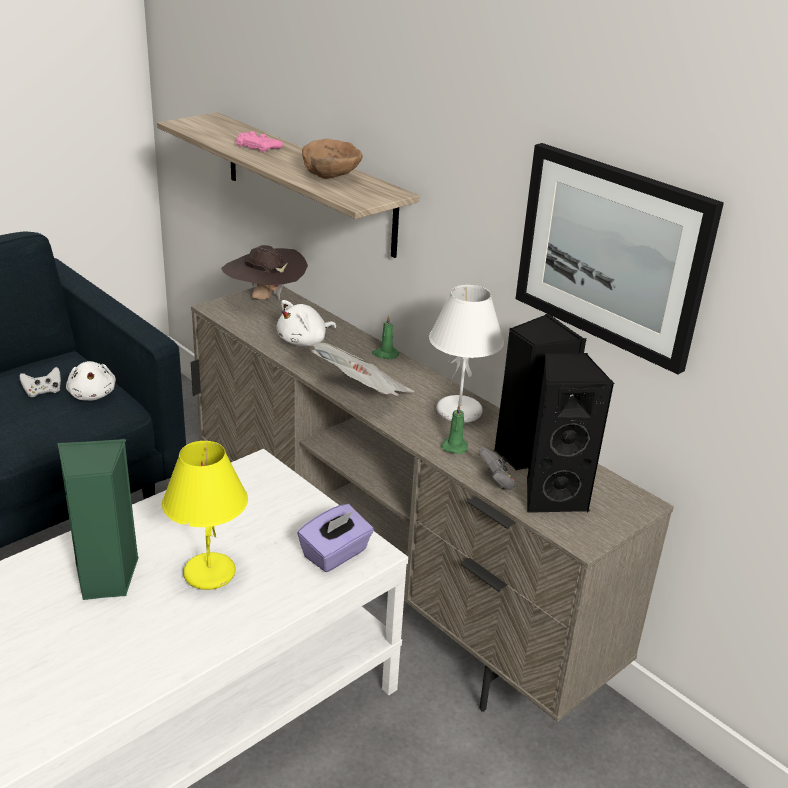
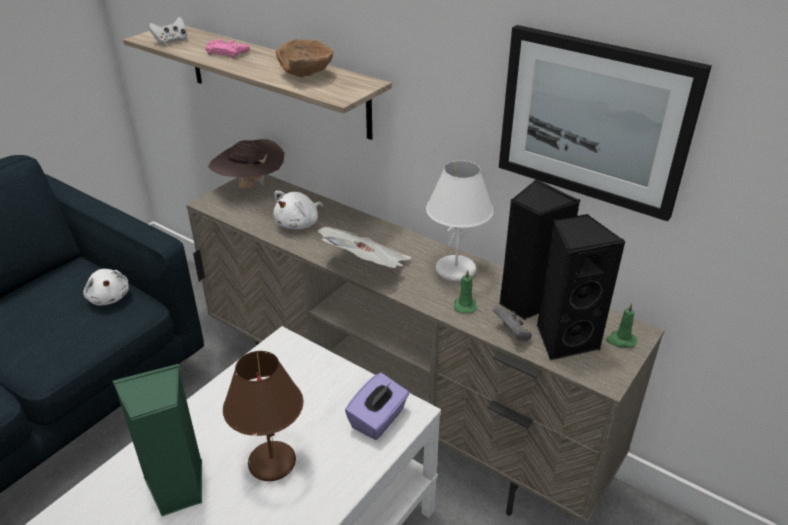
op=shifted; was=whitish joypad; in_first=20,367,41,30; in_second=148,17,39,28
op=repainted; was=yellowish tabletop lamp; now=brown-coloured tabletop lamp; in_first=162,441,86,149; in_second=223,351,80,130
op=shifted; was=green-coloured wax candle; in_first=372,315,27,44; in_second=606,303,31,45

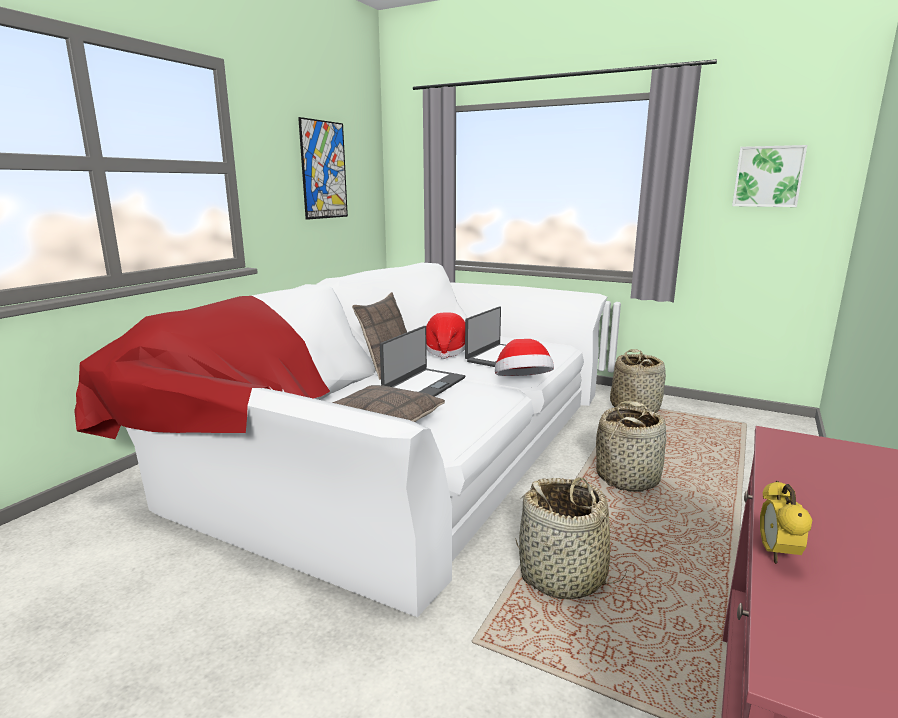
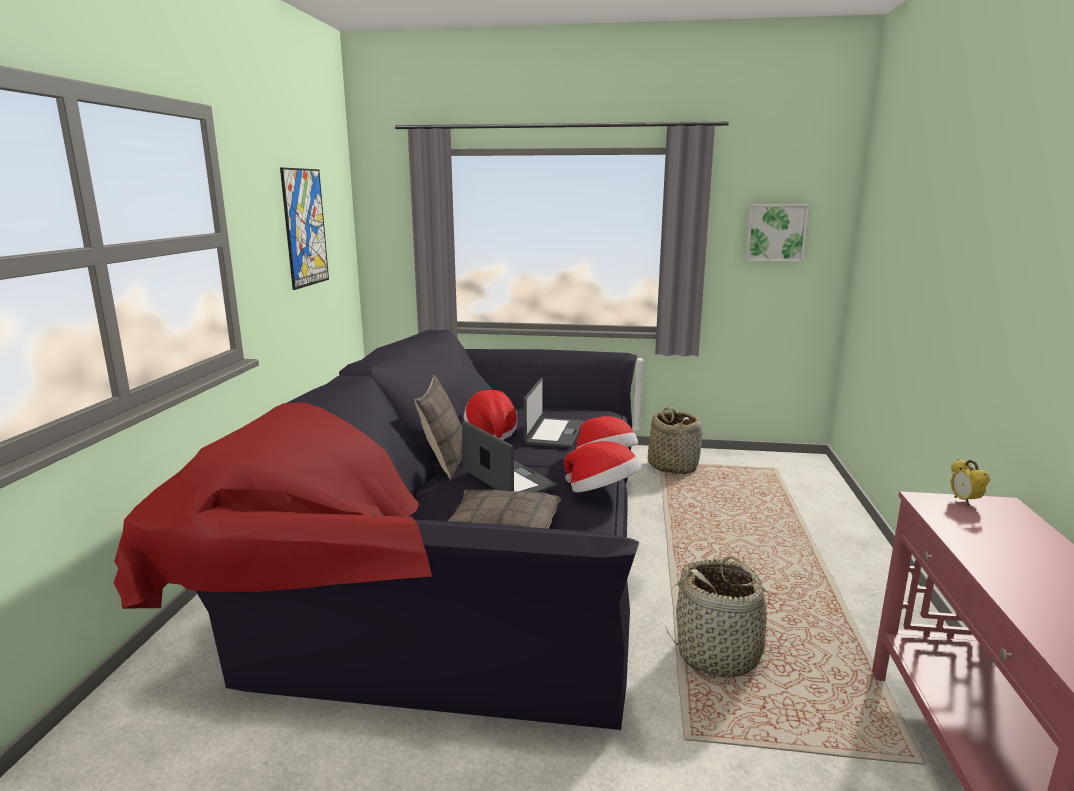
op=repainted; was=whitish sofa; now=blackish sofa; in_first=74,262,533,355; in_second=114,330,525,400
op=rotated; was=portable computer; in_first=380,326,85,71; in_second=462,421,96,71; clockwise=-45
op=gone; was=basket; in_first=596,401,70,91
op=shifted; was=alarm clock; in_first=760,481,52,83; in_second=951,460,39,46
op=new; now=hat; in_second=564,441,77,52

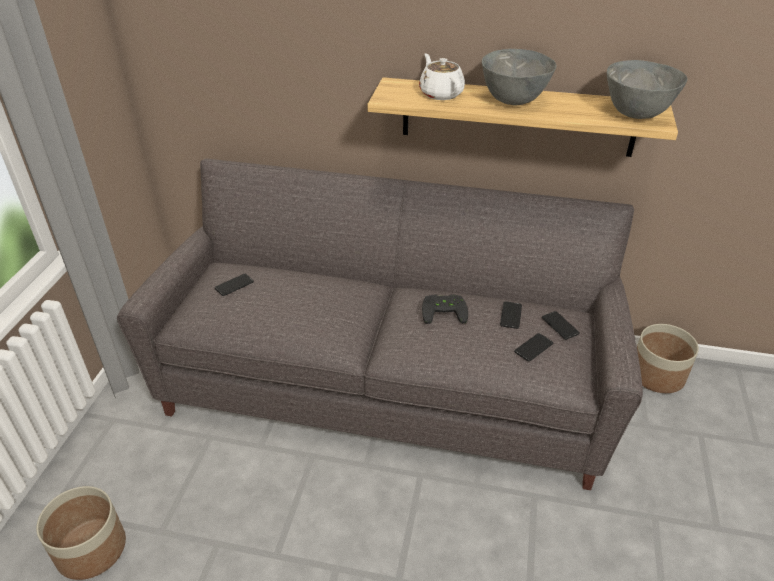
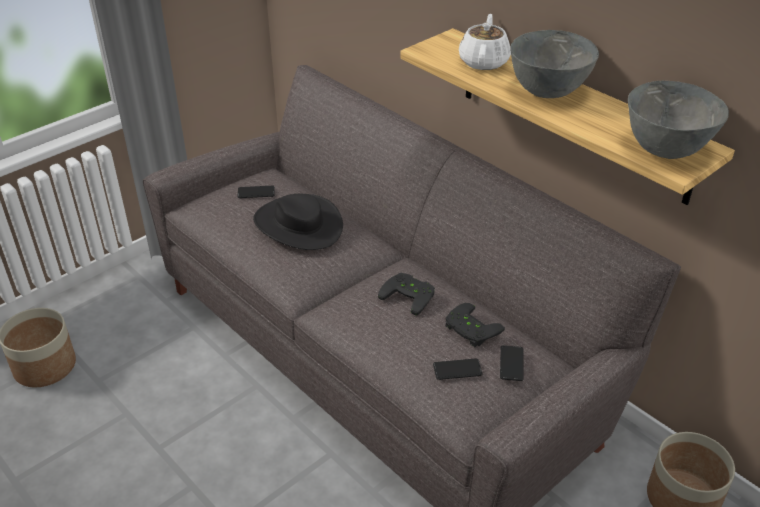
op=swapped; was=telephone; now=blackish joypad; in_first=500,302,22,27; in_second=445,303,60,44
op=new; now=blackish hat; in_second=253,194,90,56

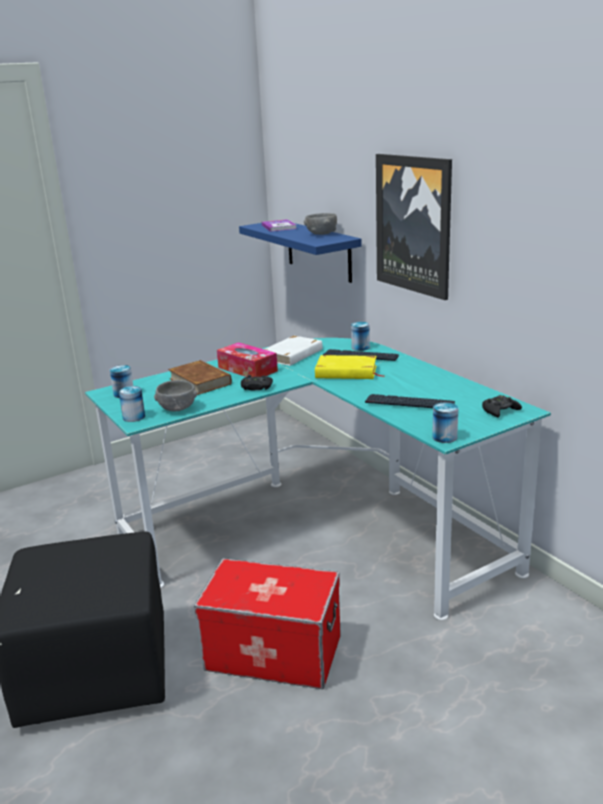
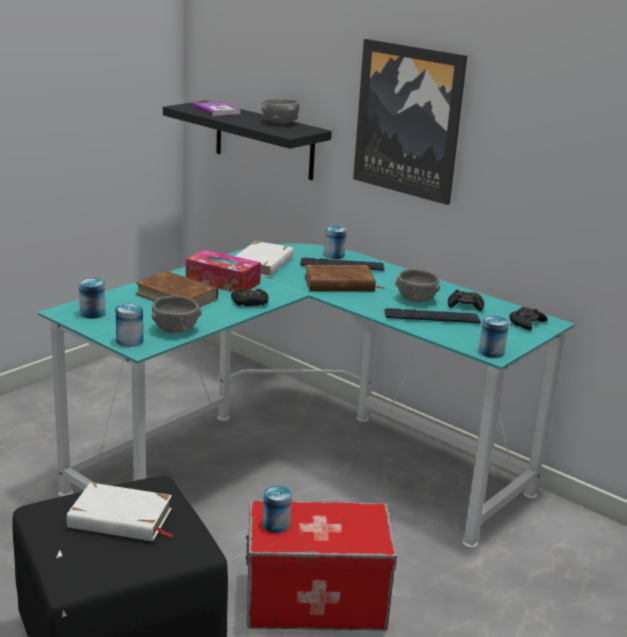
op=repainted; was=blue shelf; now=blackish shelf; in_first=239,223,123,60; in_second=163,100,169,80
op=repainted; was=yellowish book; now=brown-coloured book; in_first=315,355,69,24; in_second=304,265,81,26
op=new; now=whitish book; in_second=67,482,106,59
op=new; now=metal can; in_second=262,486,30,47
op=new; now=greyish deep dish; in_second=395,269,45,33
op=new; now=blackish joypad; in_second=448,289,36,22

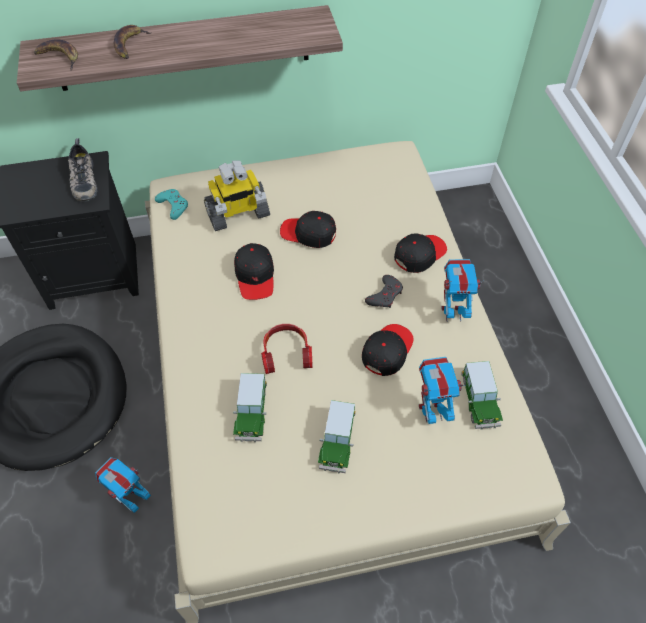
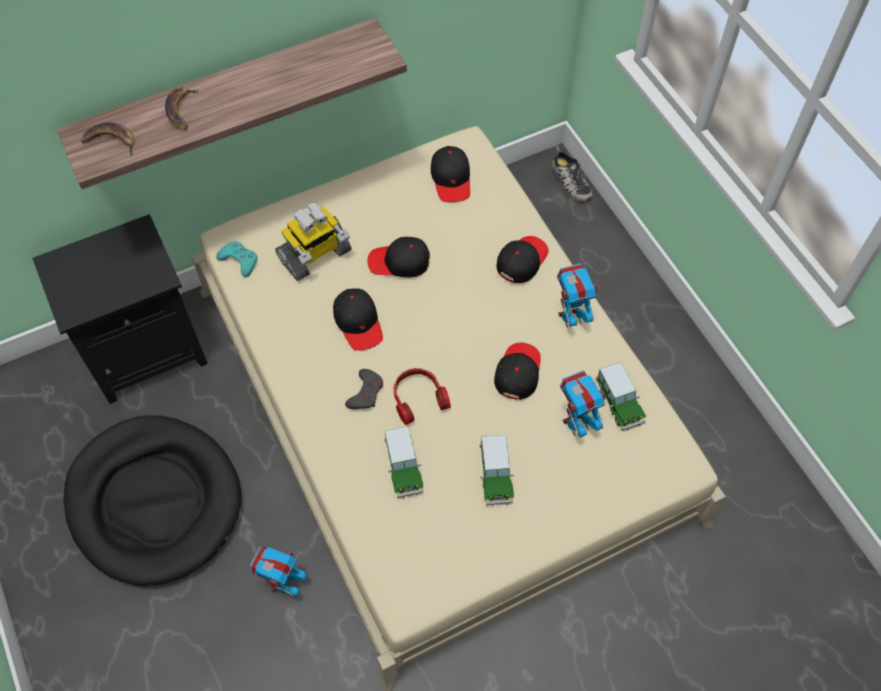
op=shifted; was=low shoe; in_first=68,138,30,64; in_second=551,146,42,57
op=shifted; was=greyish joypad; in_first=365,275,38,33; in_second=345,369,38,40
op=new; now=blackish peaked cap; in_second=431,146,39,56

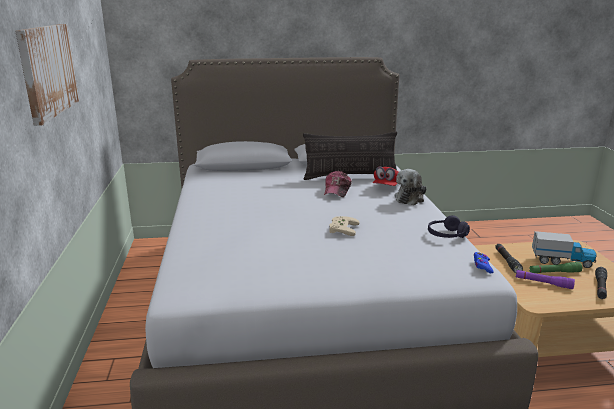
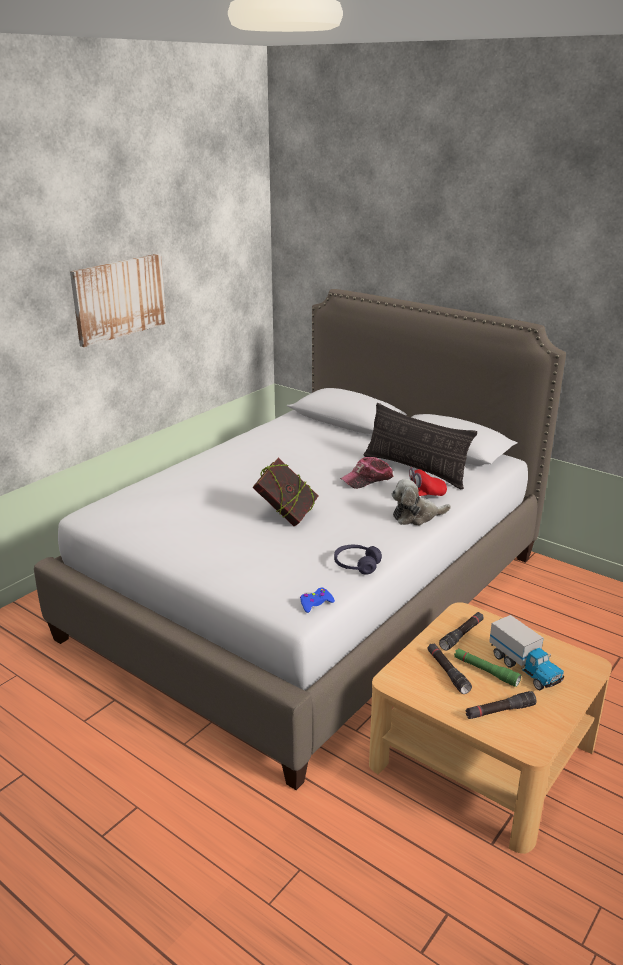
op=swapped; was=sand-coloured joypad; now=book; in_first=329,216,31,20; in_second=252,458,66,68
op=repainted; was=purple-coloured hand torch; now=blackish hand torch; in_first=516,270,59,19; in_second=427,643,45,51

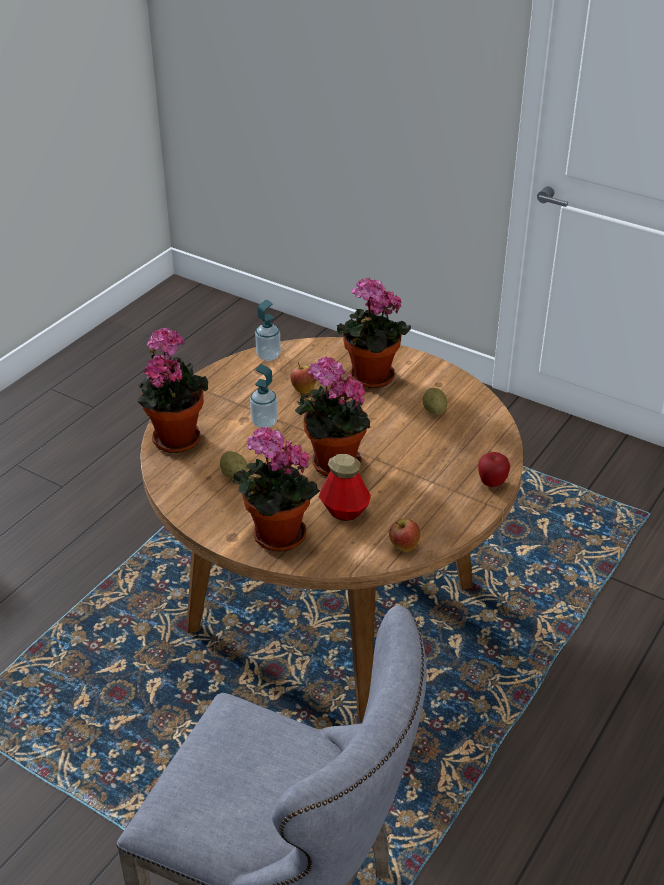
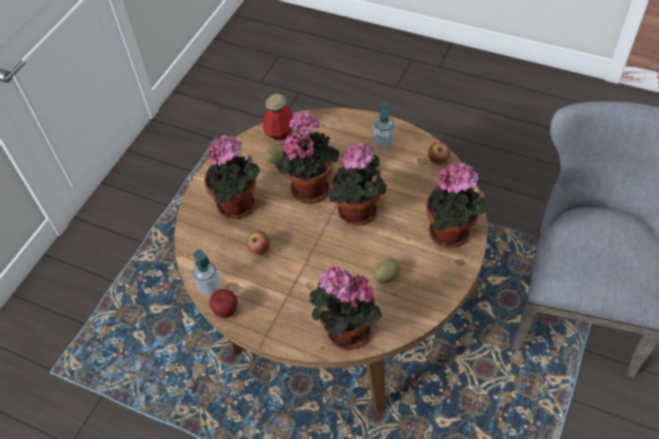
op=shifted; was=soap dispenser; in_first=250,364,28,65; in_second=374,102,21,45
op=shifted; was=drink bottle; in_first=319,454,52,67; in_second=262,94,31,46
op=shifted; was=apple fruit; in_first=478,452,32,35; in_second=209,289,29,29
op=new; now=houseplant; in_second=275,110,64,94

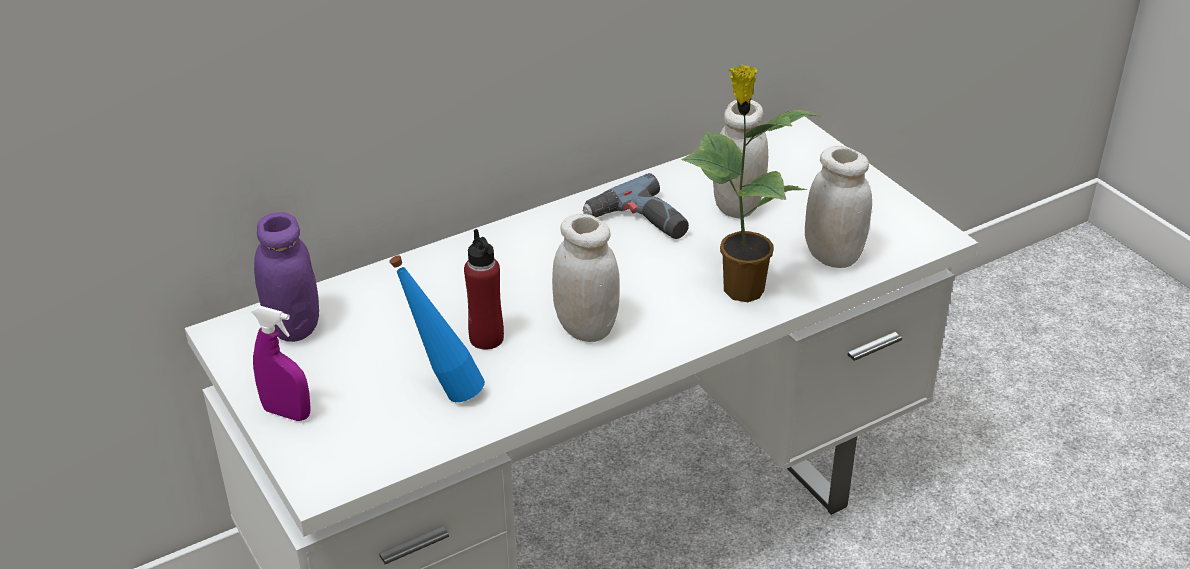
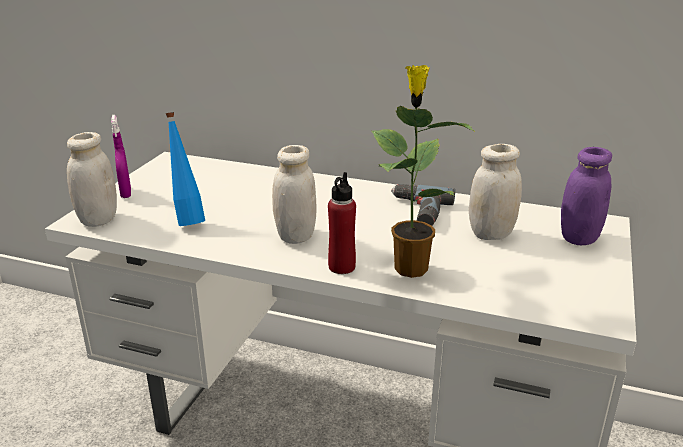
op=shifted; was=purple-coloured preserve jar; in_first=254,212,65,130; in_second=561,147,51,98
op=shifted; was=reddish drink bottle; in_first=464,229,40,121; in_second=328,172,28,102
op=shifted; was=whitish preserve jar; in_first=805,146,67,122; in_second=67,132,50,95

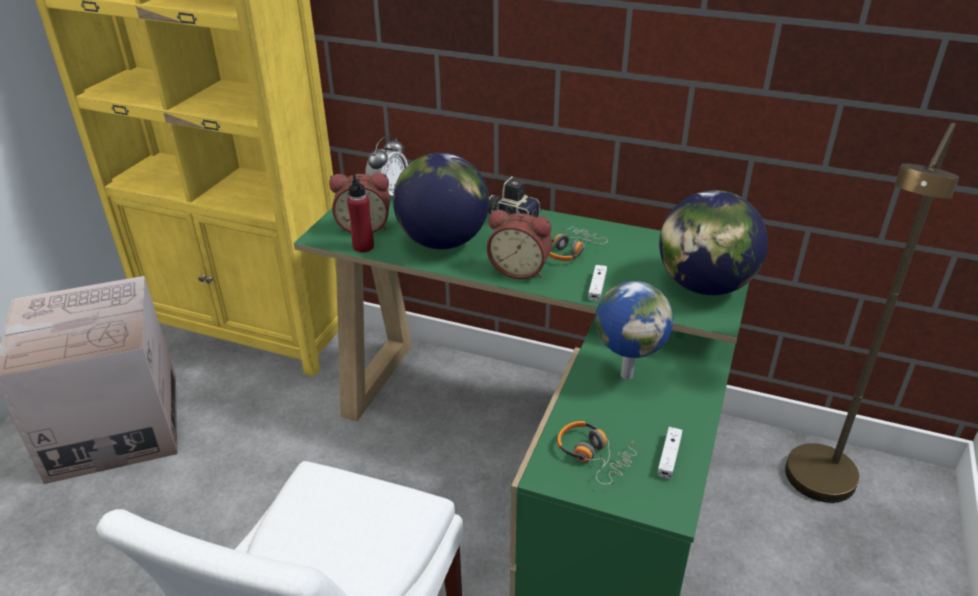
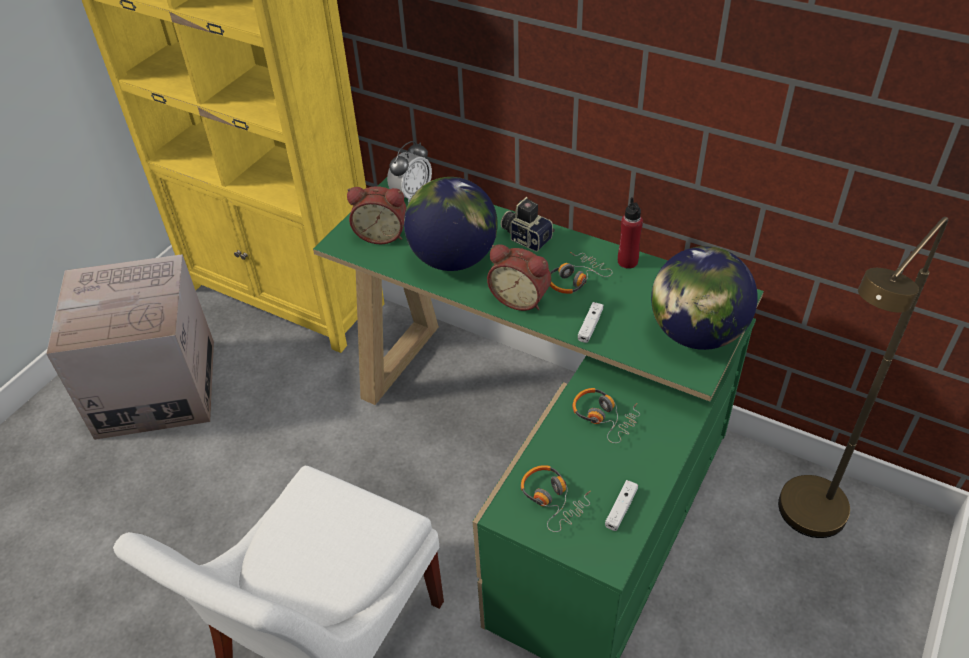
op=shifted; was=reddish drink bottle; in_first=347,174,27,79; in_second=618,197,25,72
op=swapped; was=globe; now=pair of headphones; in_first=595,281,79,99; in_second=573,388,67,55

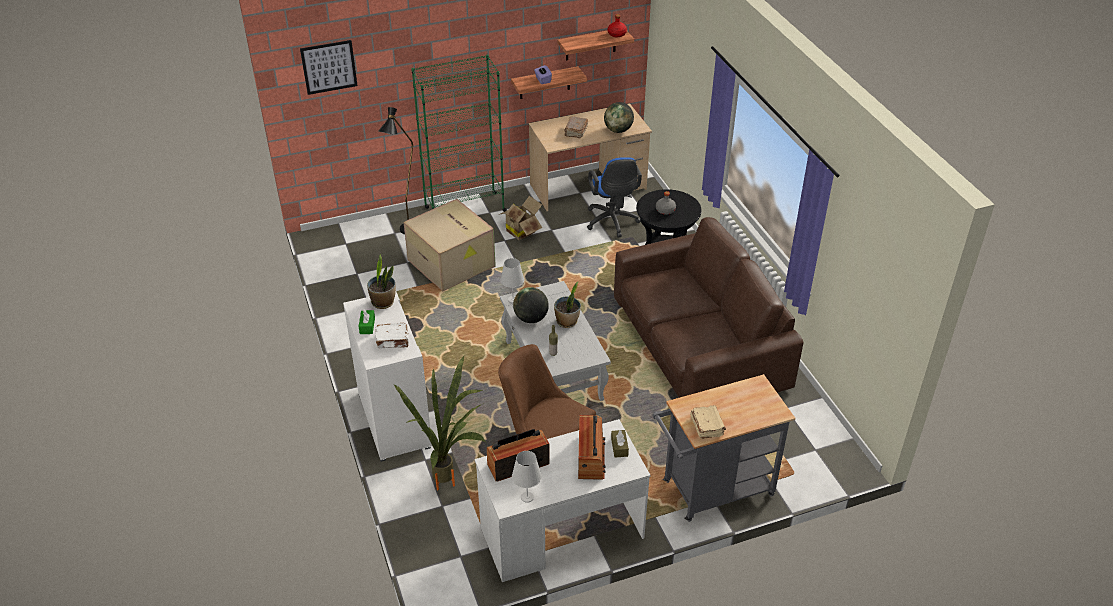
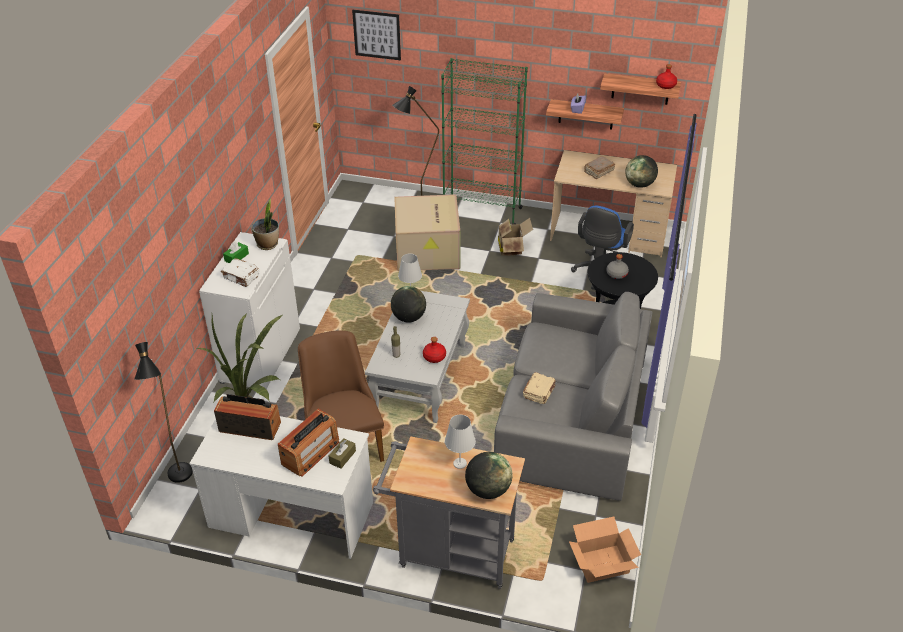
op=shifted; was=whitish tabletop lamp; in_first=512,451,30,52; in_second=445,414,31,55
op=gone; was=houseplant; in_first=554,282,27,46
op=repainted; was=brown-coloured sofa; now=greyish sofa; in_first=614,217,190,181; in_second=494,292,158,209
op=shifted; was=sand-coloured book; in_first=690,405,36,34; in_second=523,372,33,32
op=new; now=blackish standing lamp; in_second=134,342,59,141
op=new; now=reddish drink bottle; in_second=423,337,23,26
op=new; now=globe; in_second=465,452,48,47
op=new; now=carton; in_second=569,516,72,67

